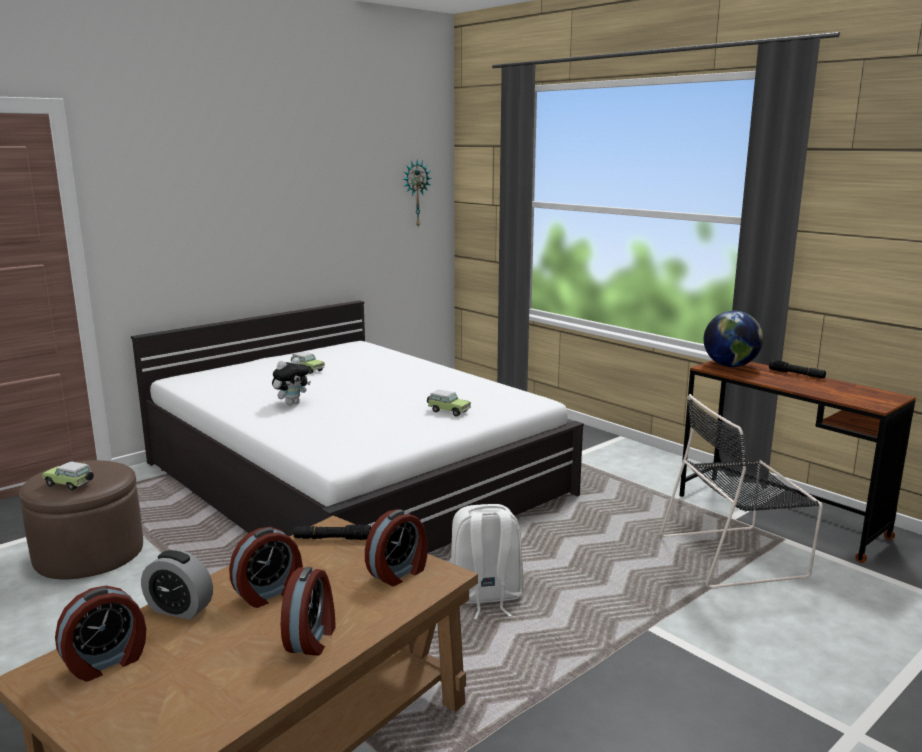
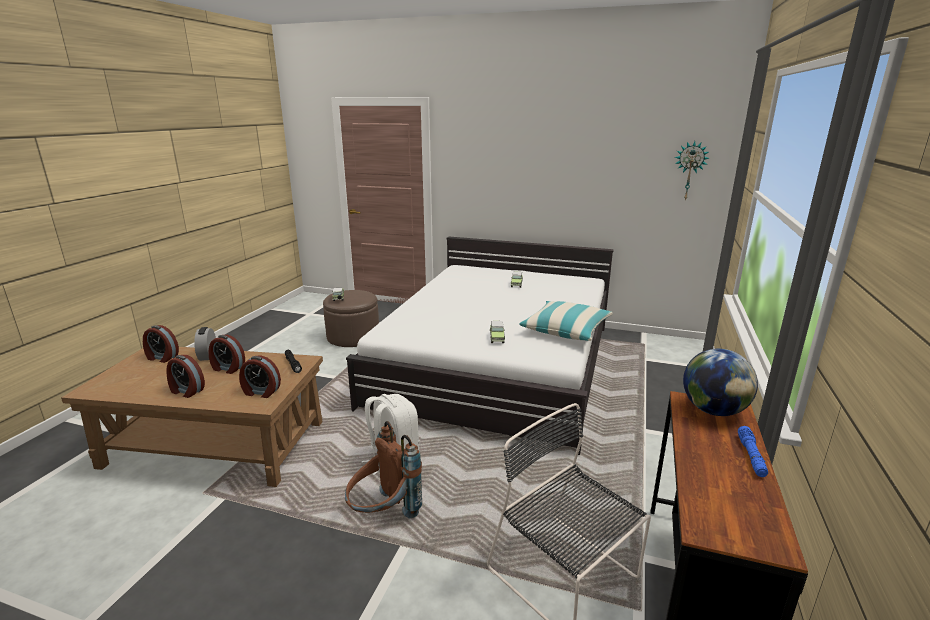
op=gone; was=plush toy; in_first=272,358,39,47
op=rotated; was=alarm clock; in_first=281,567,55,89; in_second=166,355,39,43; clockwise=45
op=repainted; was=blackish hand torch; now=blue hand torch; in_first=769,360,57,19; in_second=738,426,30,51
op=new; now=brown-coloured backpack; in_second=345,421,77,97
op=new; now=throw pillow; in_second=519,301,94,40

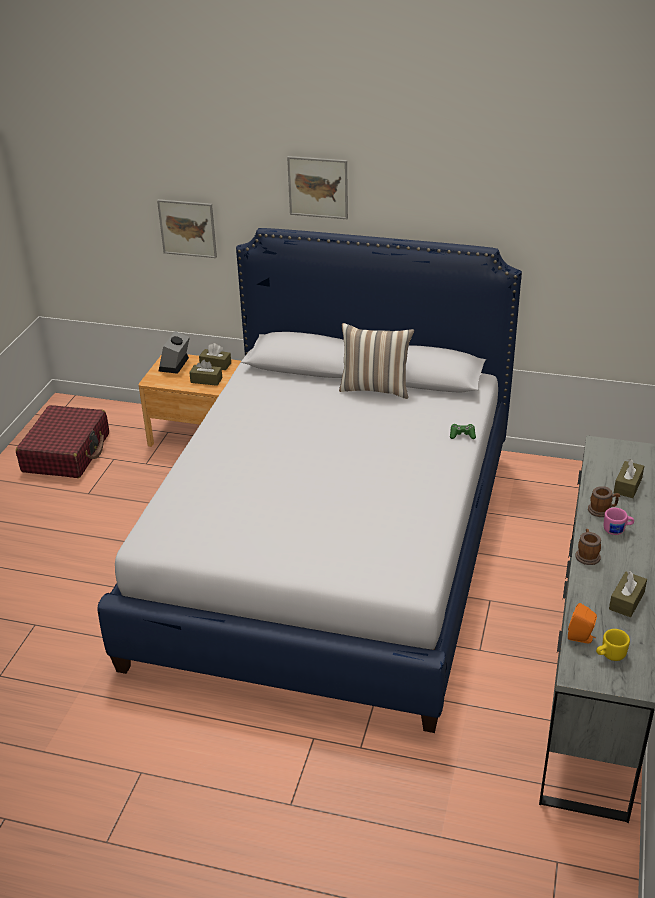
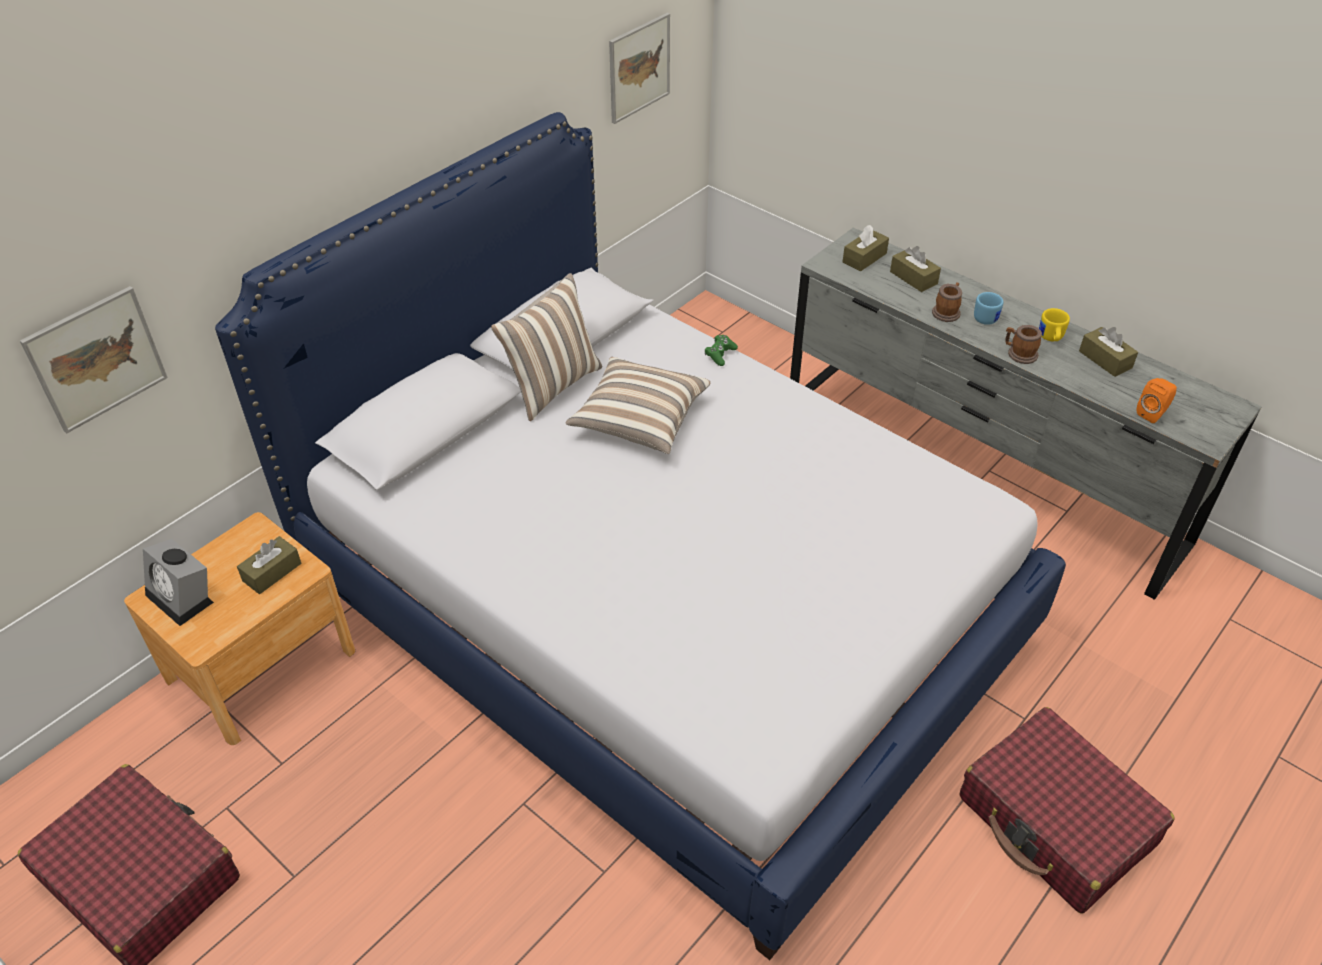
op=shifted; was=brown-coloured tissue box; in_first=199,343,32,27; in_second=843,225,46,46
op=shifted; was=wall picture; in_first=287,156,61,63; in_second=609,13,61,111
op=shifted; was=yellowish tea mug; in_first=596,629,34,32; in_second=1039,308,31,33
op=repainted; was=pinkish tea mug; now=blue tea mug; in_first=604,508,30,27; in_second=974,292,29,33
op=new; now=throw pillow; in_second=566,357,144,97
op=new; now=reddish travel case; in_second=960,707,215,207

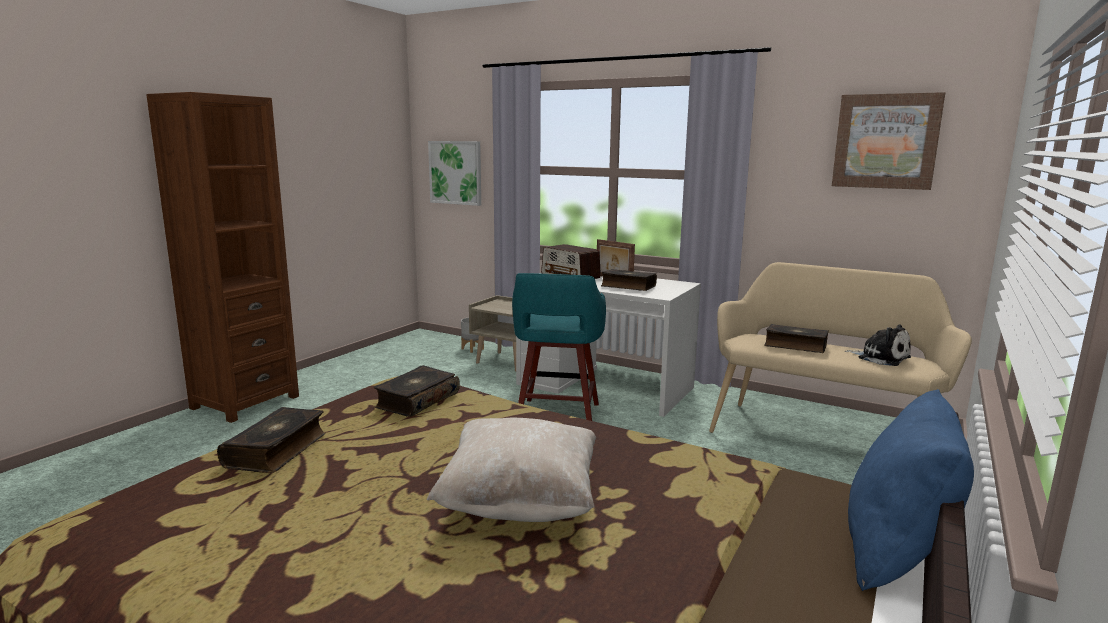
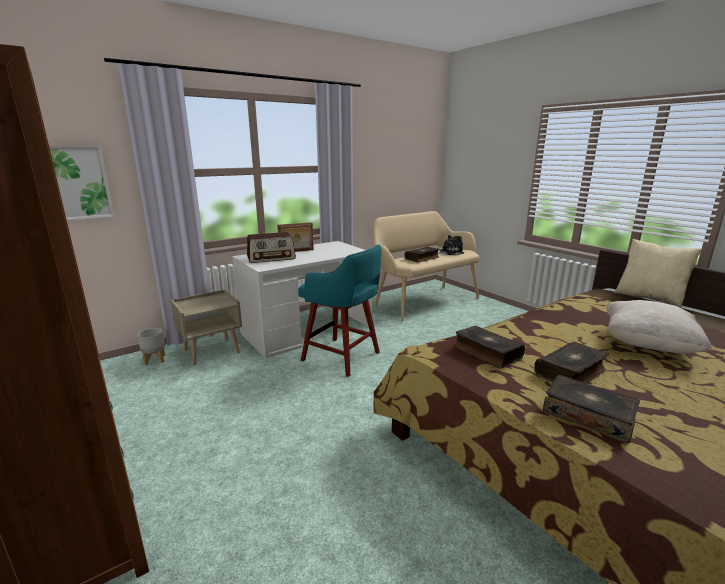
op=shifted; was=book; in_first=601,269,56,22; in_second=534,342,75,41
op=gone; was=wall picture; in_first=832,92,113,98
op=repainted; was=blue throw pillow; now=sand-coloured throw pillow; in_first=848,389,126,202; in_second=614,239,88,69

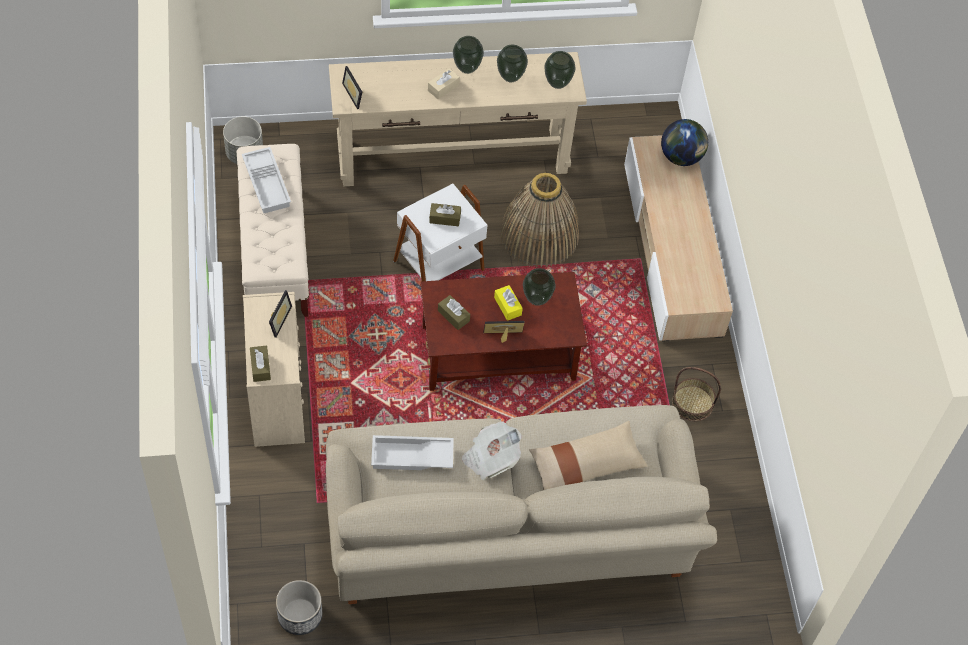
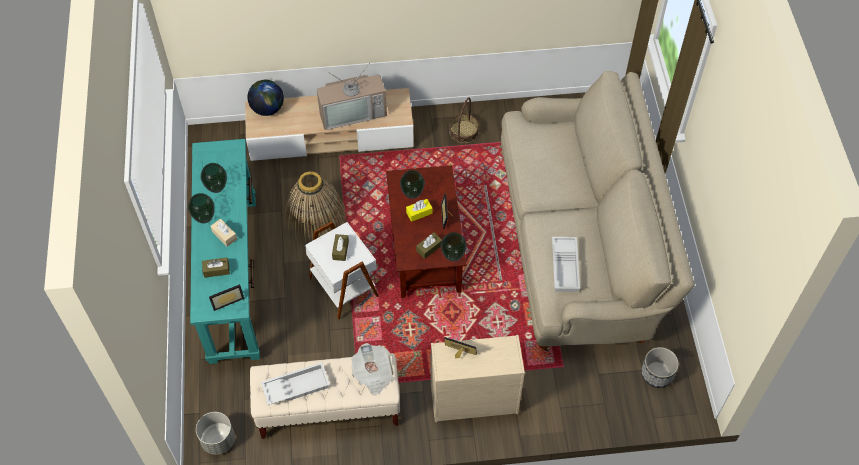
op=shifted; was=brown-coloured tissue box; in_first=250,345,21,37; in_second=202,258,28,20
op=repainted; was=sand-coloured narrow table; now=blue-green narrow table; in_first=329,52,258,134; in_second=190,139,70,225
op=shifted; was=newspaper; in_first=462,421,60,59; in_second=351,343,44,53
op=gone; was=sand-coloured throw pillow; in_first=529,421,118,69
op=shifted; was=decorative vase; in_first=544,51,31,38; in_second=441,232,26,29
op=new; now=television; in_second=317,63,70,67

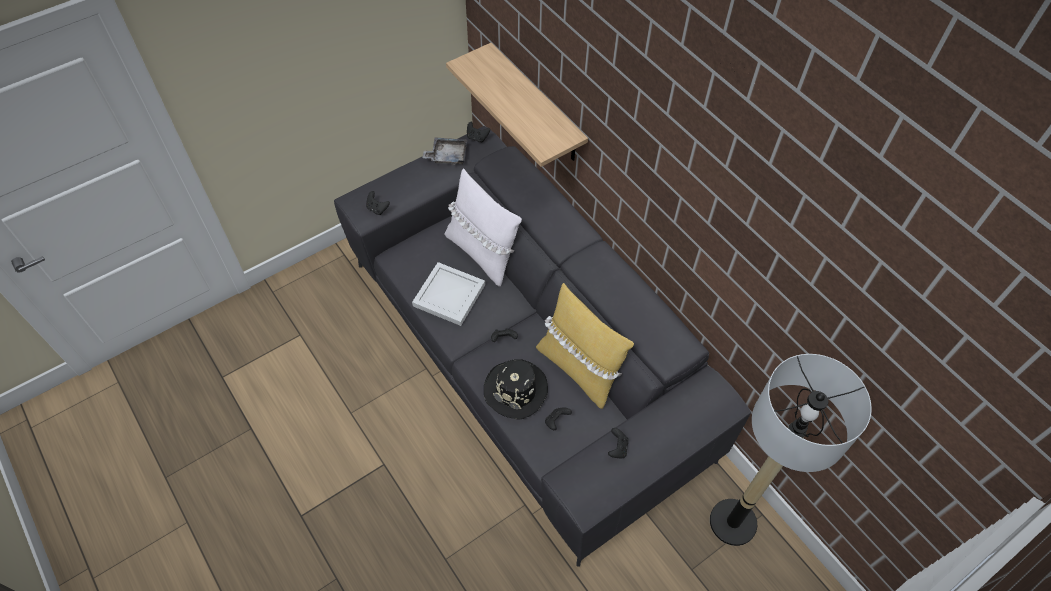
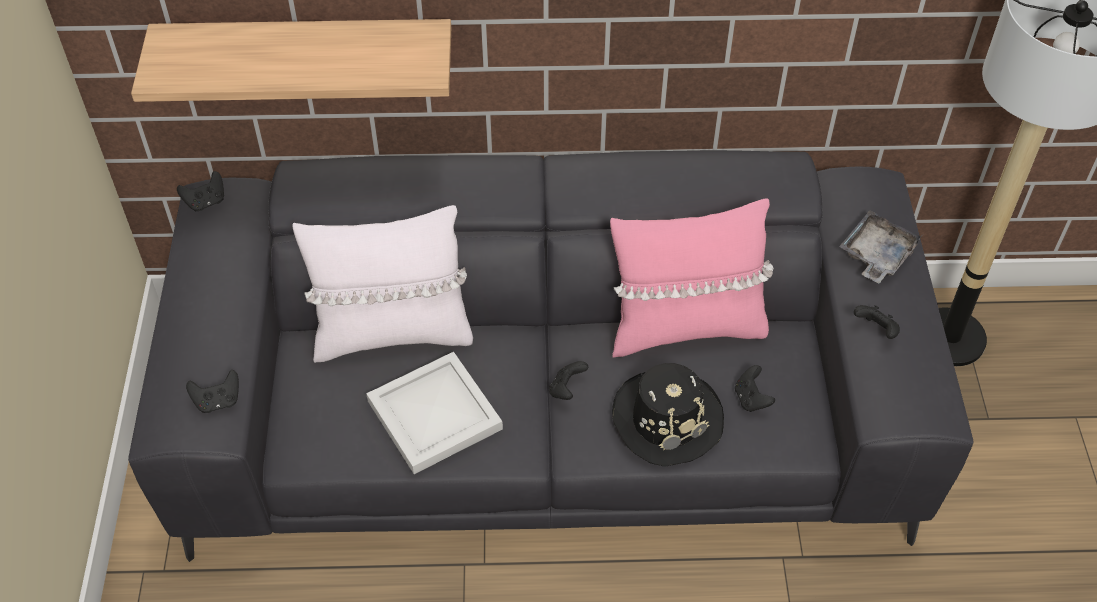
op=shifted; was=greyish carrying tray; in_first=422,137,45,28; in_second=839,211,83,72
op=repainted; was=yellowish throw pillow; now=pinkish throw pillow; in_first=536,283,98,126; in_second=610,198,164,160

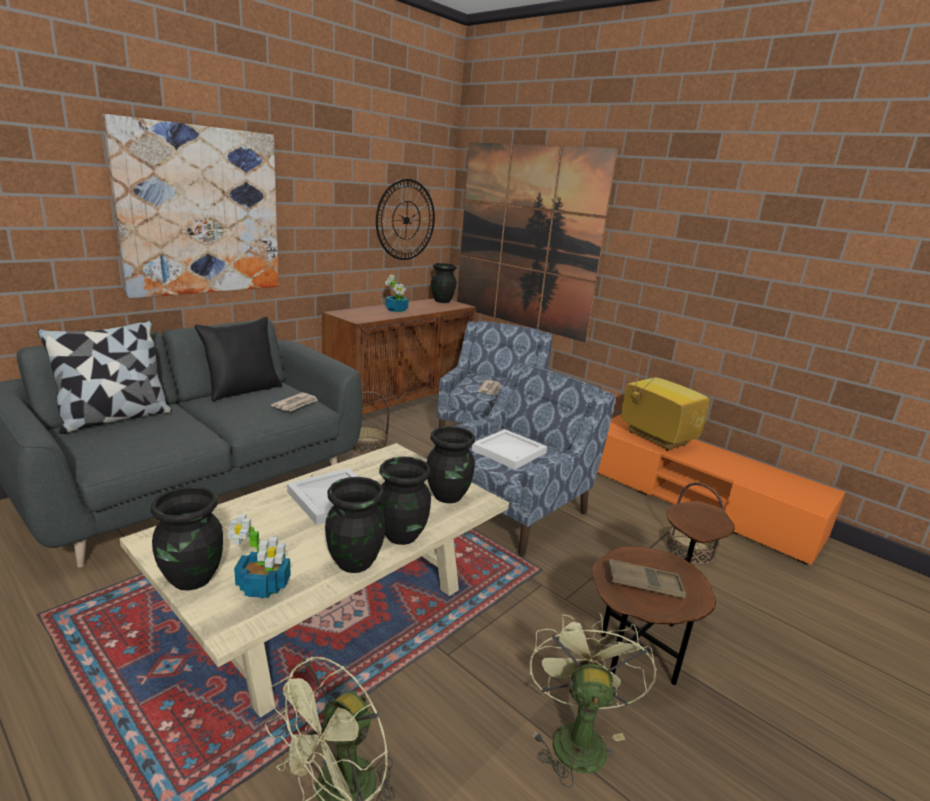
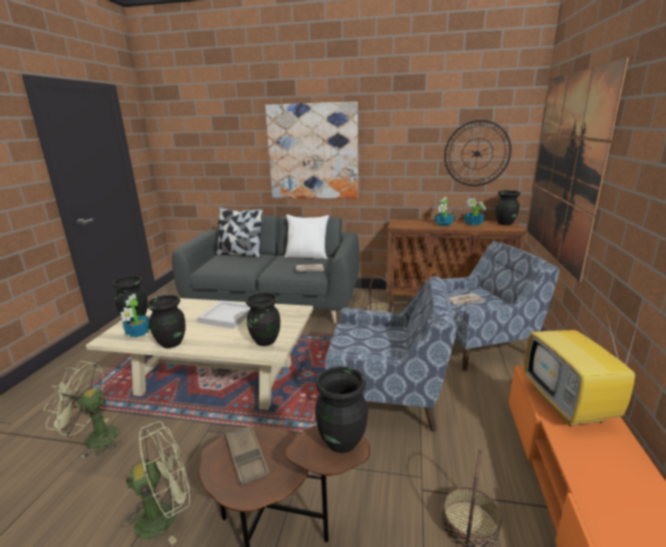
op=repainted; was=blackish throw pillow; now=whitish throw pillow; in_first=195,317,87,84; in_second=284,214,45,45
op=shifted; was=blackish decorative vase; in_first=378,456,53,89; in_second=315,366,53,87
op=gone; was=whitish carrying tray; in_first=472,429,75,41
op=rotated; was=television; in_first=621,351,88,100; in_second=524,313,115,113; clockwise=150
op=new; now=houseplant; in_second=464,198,22,27

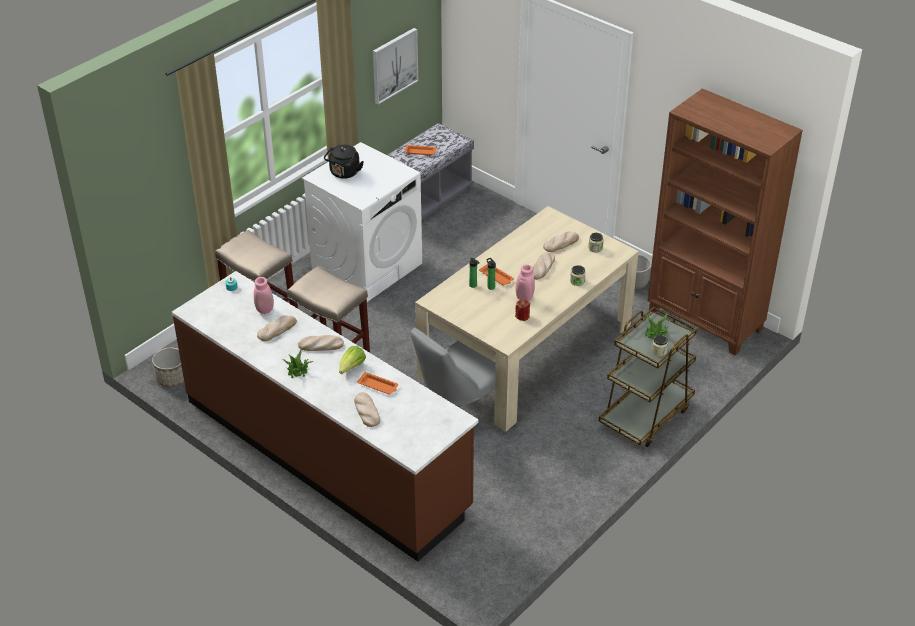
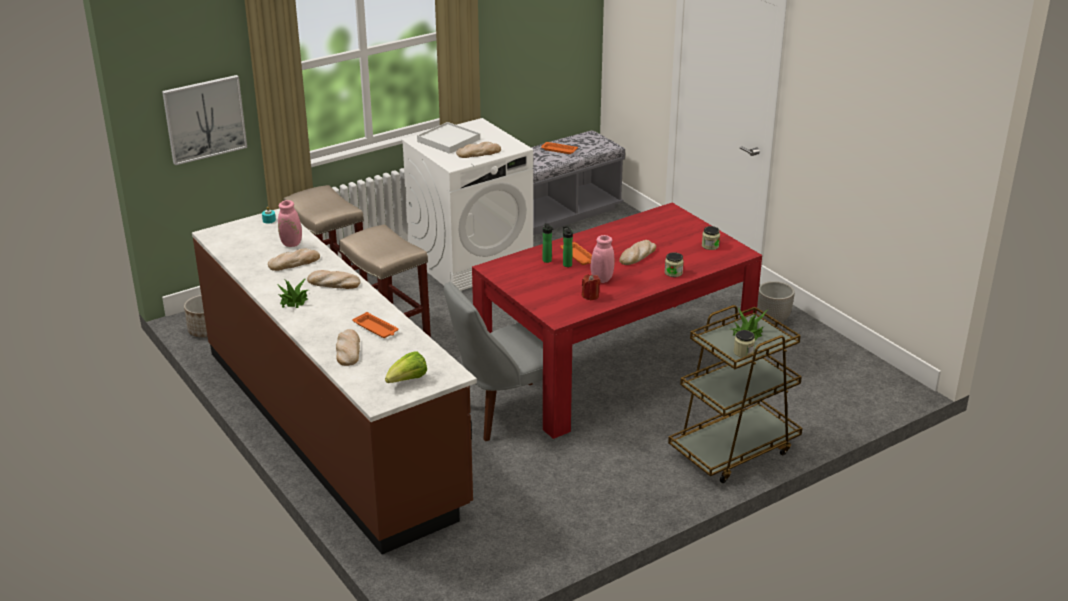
op=swapped; was=blackish kettle; now=whitish carrying tray; in_first=324,145,40,34; in_second=417,122,63,32
op=shifted; was=lettuce head; in_first=339,346,27,28; in_second=385,352,42,31
op=shifted; was=wall picture; in_first=373,28,45,77; in_second=162,75,85,90
op=repainted; was=sand-coloured kitchen table; now=reddish kitchen table; in_first=415,206,224,226; in_second=472,203,290,236
op=shifted; was=baked bread; in_first=543,231,36,21; in_second=456,142,45,16
op=gone; was=brown-coloured shelving unit; in_first=647,88,156,267

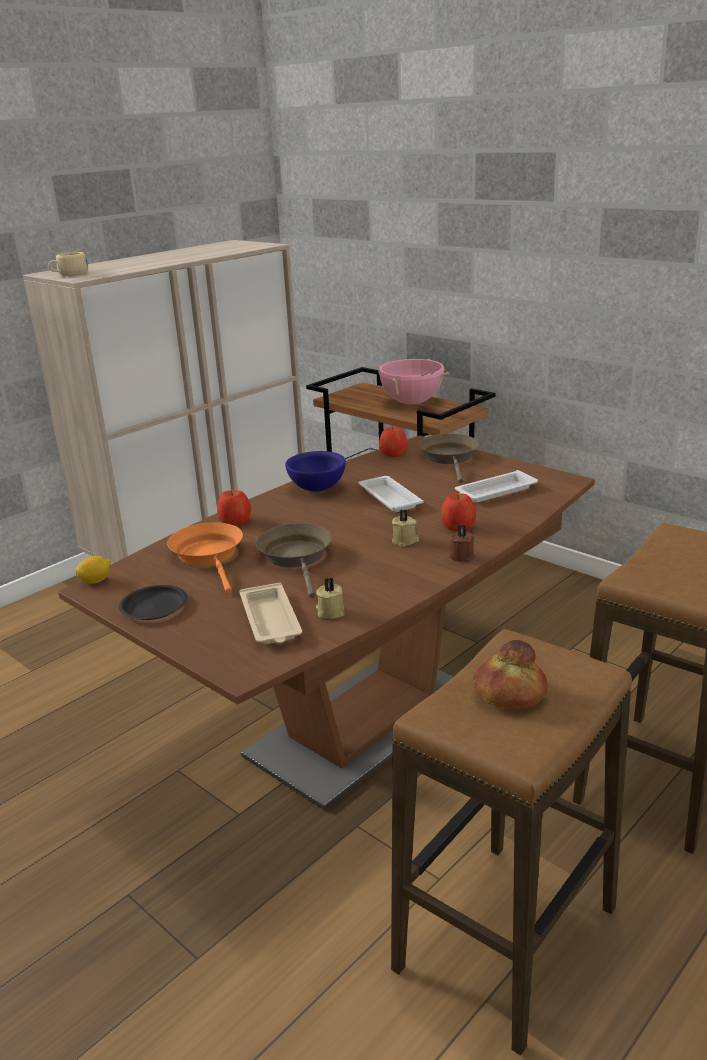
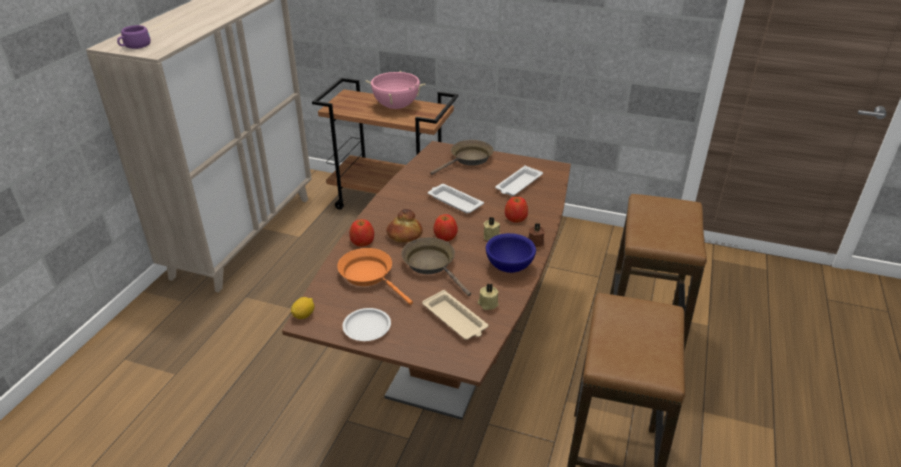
op=repainted; was=sand-coloured drinking cup; now=purple-coloured drinking cup; in_first=48,252,40,24; in_second=117,25,34,24
op=repainted; was=blackish dinner plate; now=whitish dinner plate; in_first=119,585,68,35; in_second=343,308,48,33
op=shifted; was=blue deep dish; in_first=285,451,61,40; in_second=486,233,50,40
op=shifted; was=apple fruit; in_first=379,426,29,31; in_second=433,214,25,27
op=rotated; was=brown-coloured skillet; in_first=418,434,61,49; in_second=430,140,64,35; clockwise=75
op=shifted; was=baked bread; in_first=473,640,75,68; in_second=386,209,37,33

